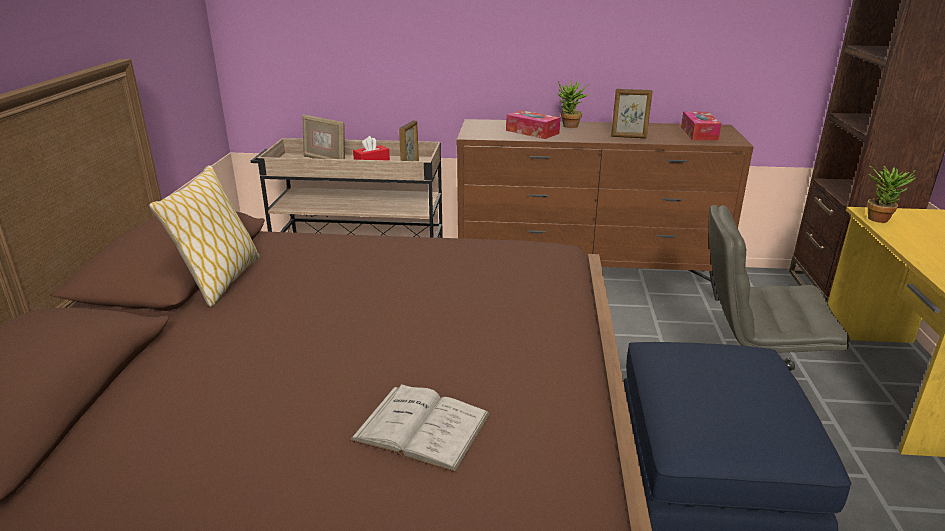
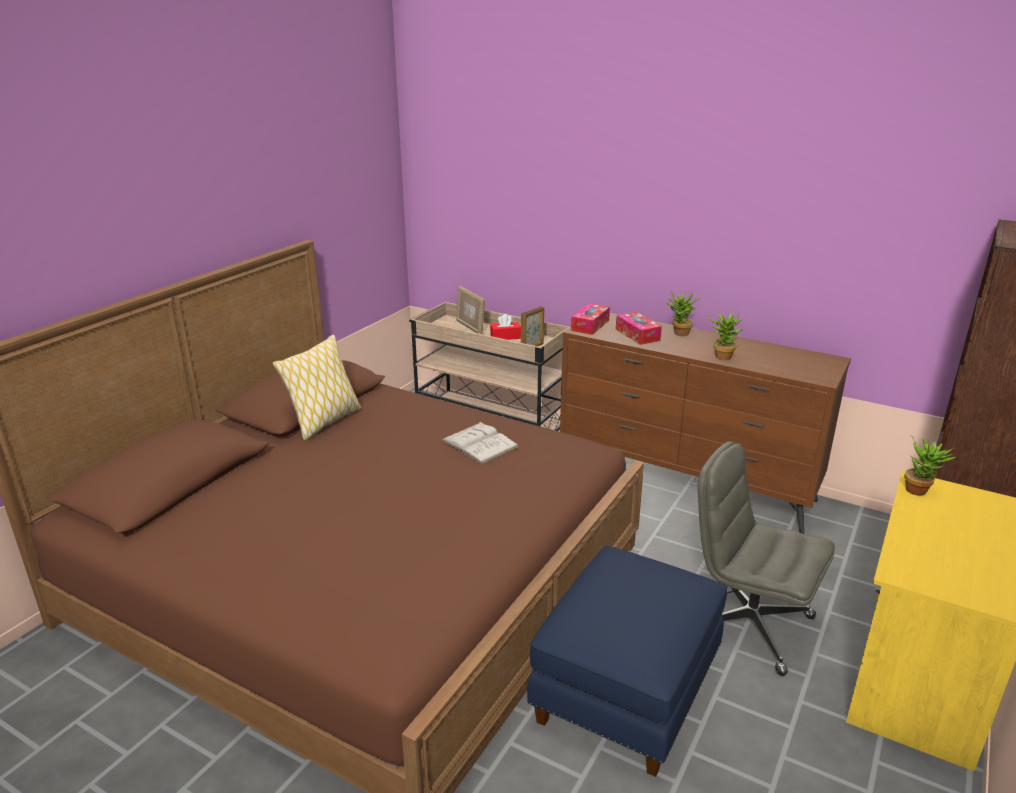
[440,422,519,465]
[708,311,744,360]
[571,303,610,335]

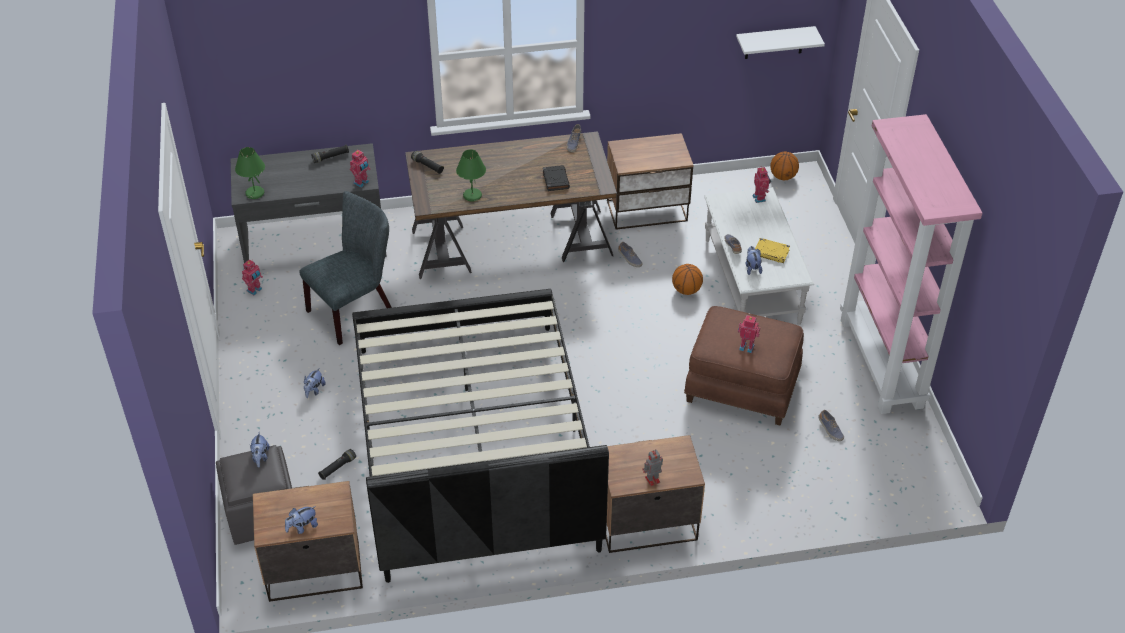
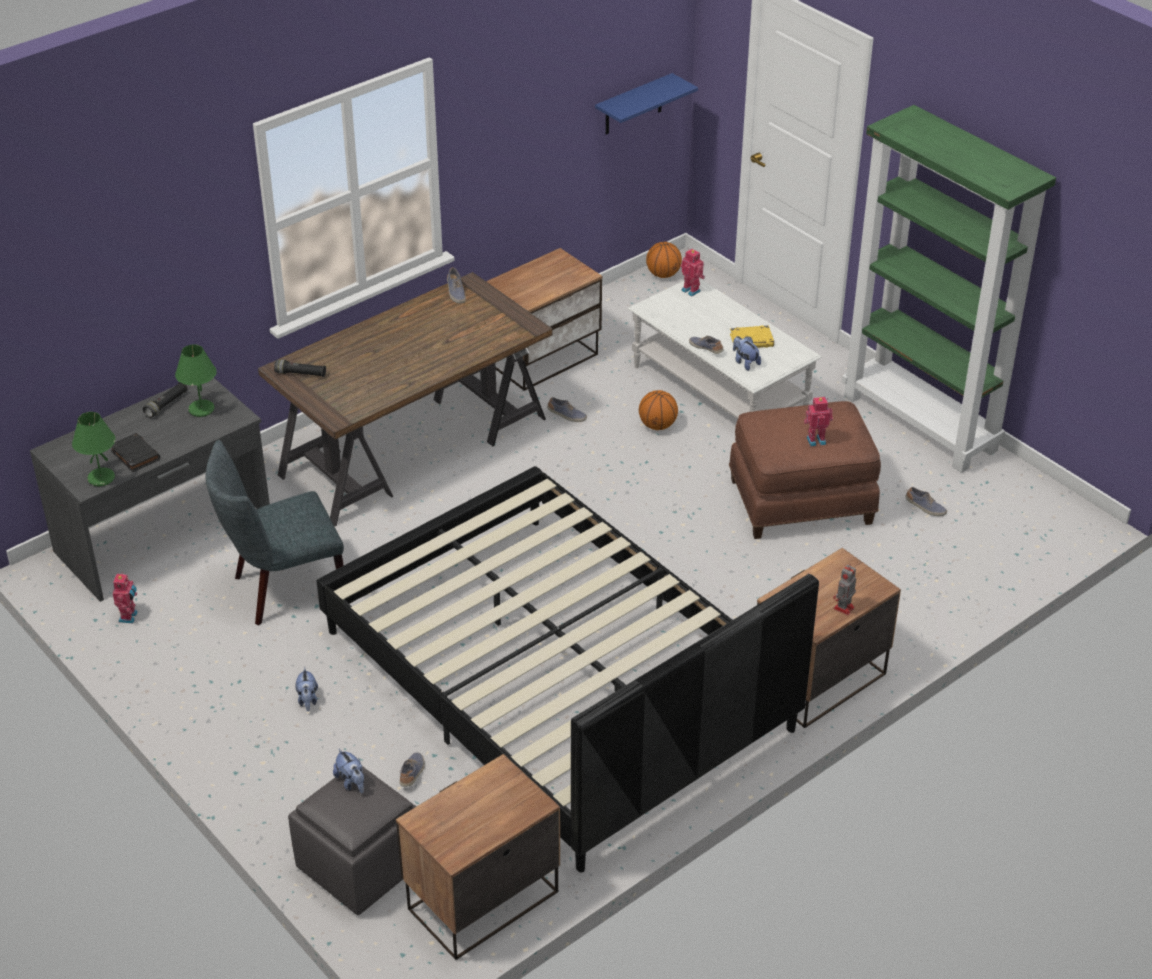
[285,506,318,534] (first image)
[206,440,344,625]
[400,752,425,787]
[350,150,370,188] (first image)
[175,344,217,417]
[111,433,160,472]
[595,73,698,135]
[842,105,1056,473]

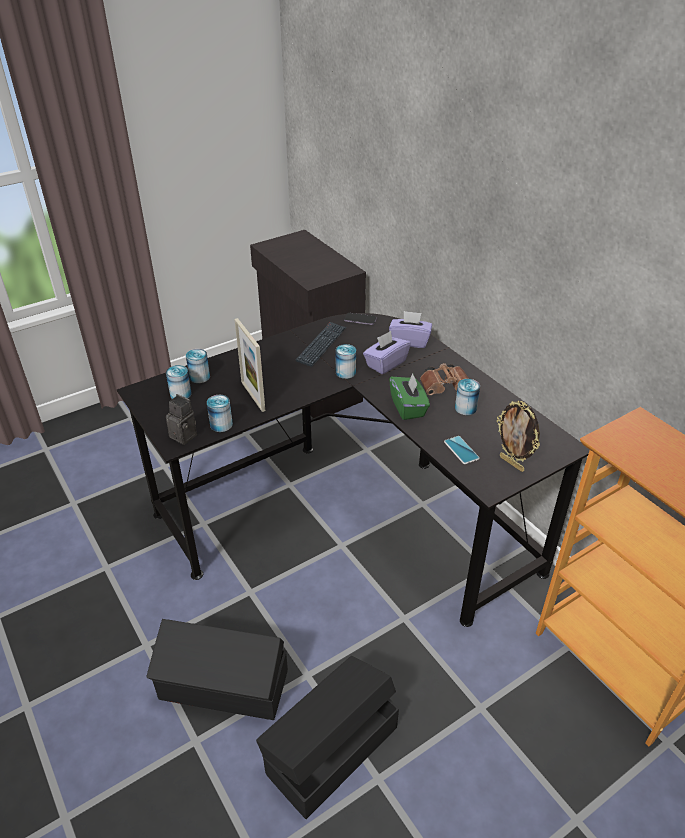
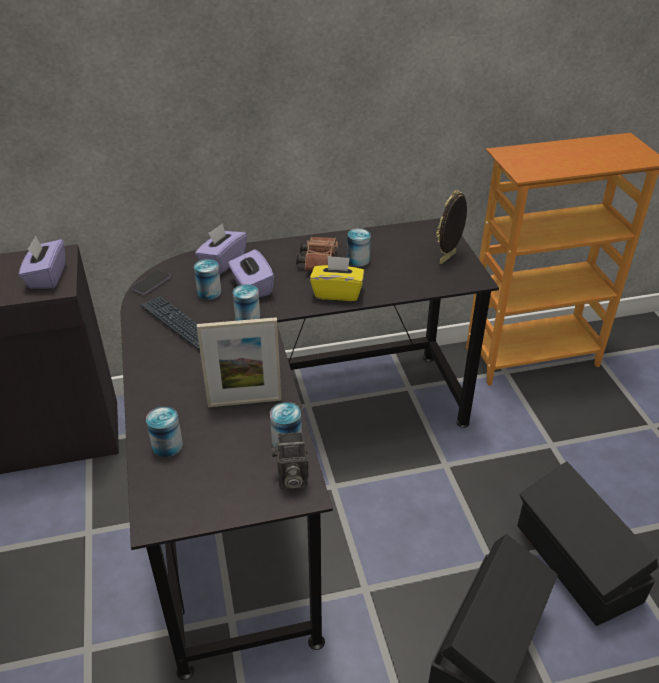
[194,259,221,300]
[272,432,309,489]
[310,256,364,301]
[444,436,480,464] (first image)
[436,190,467,264]
[19,236,65,289]

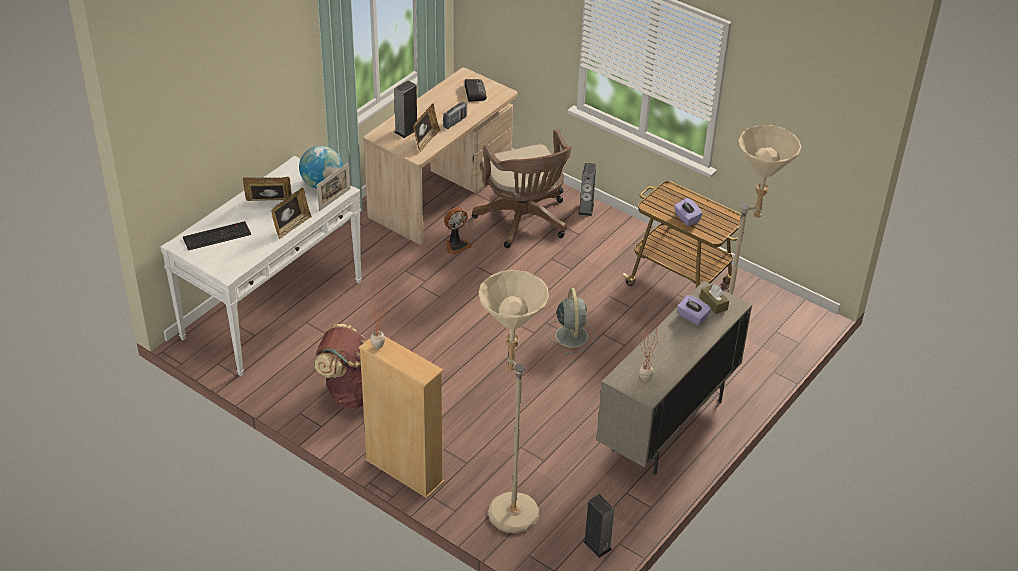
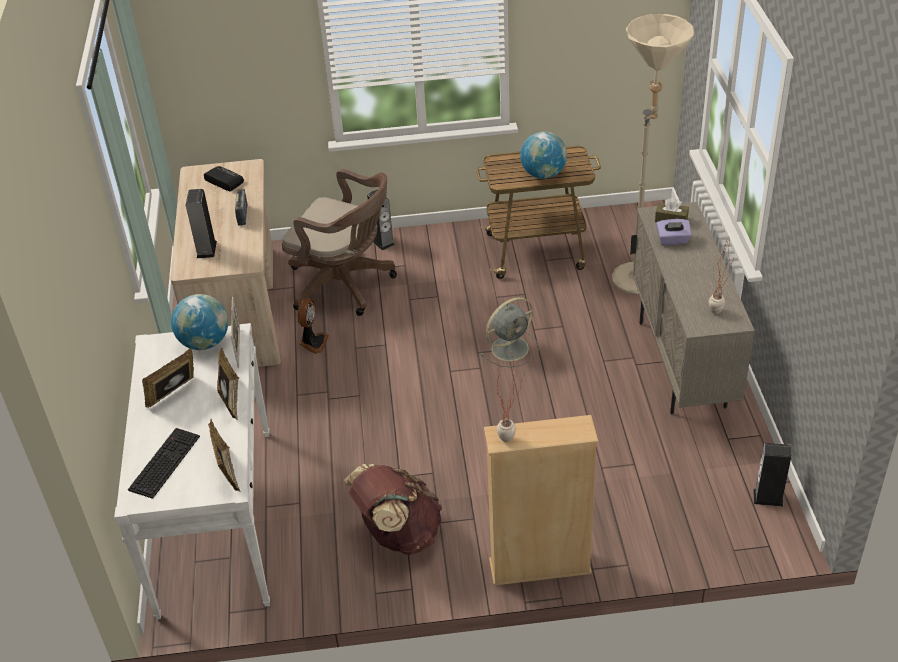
[208,419,241,492]
[479,270,549,533] (first image)
[481,297,539,367]
[520,132,567,179]

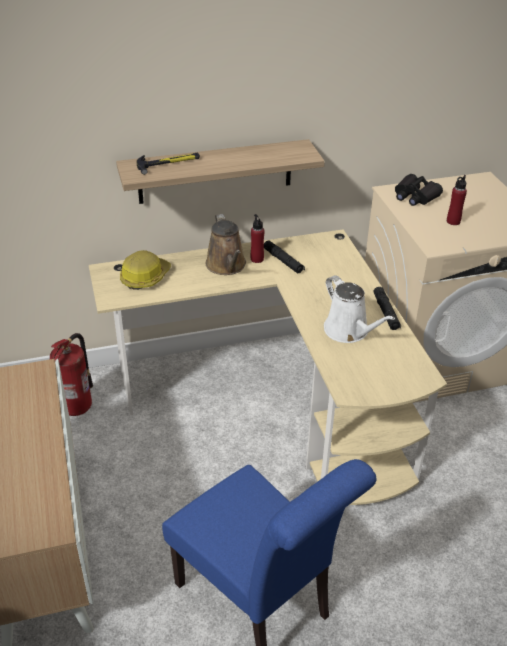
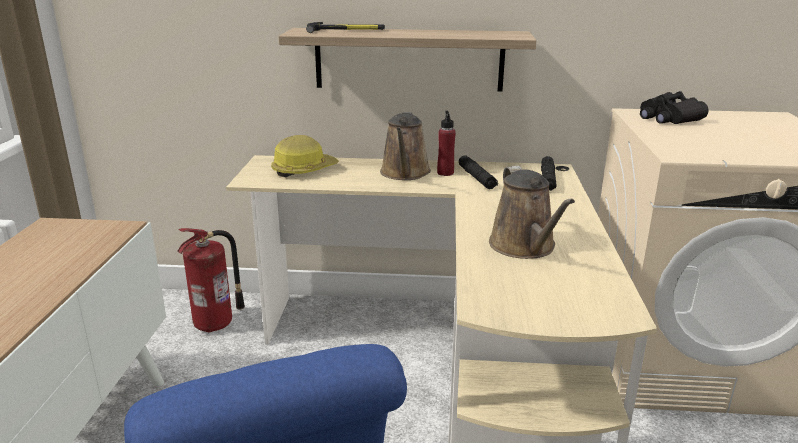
[489,166,575,259]
[541,156,557,191]
[447,175,467,225] (first image)

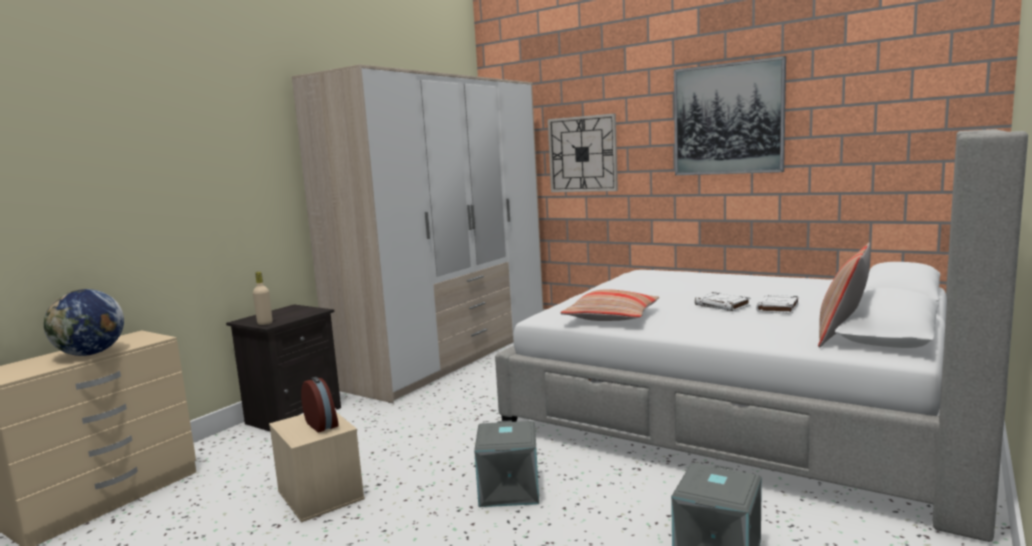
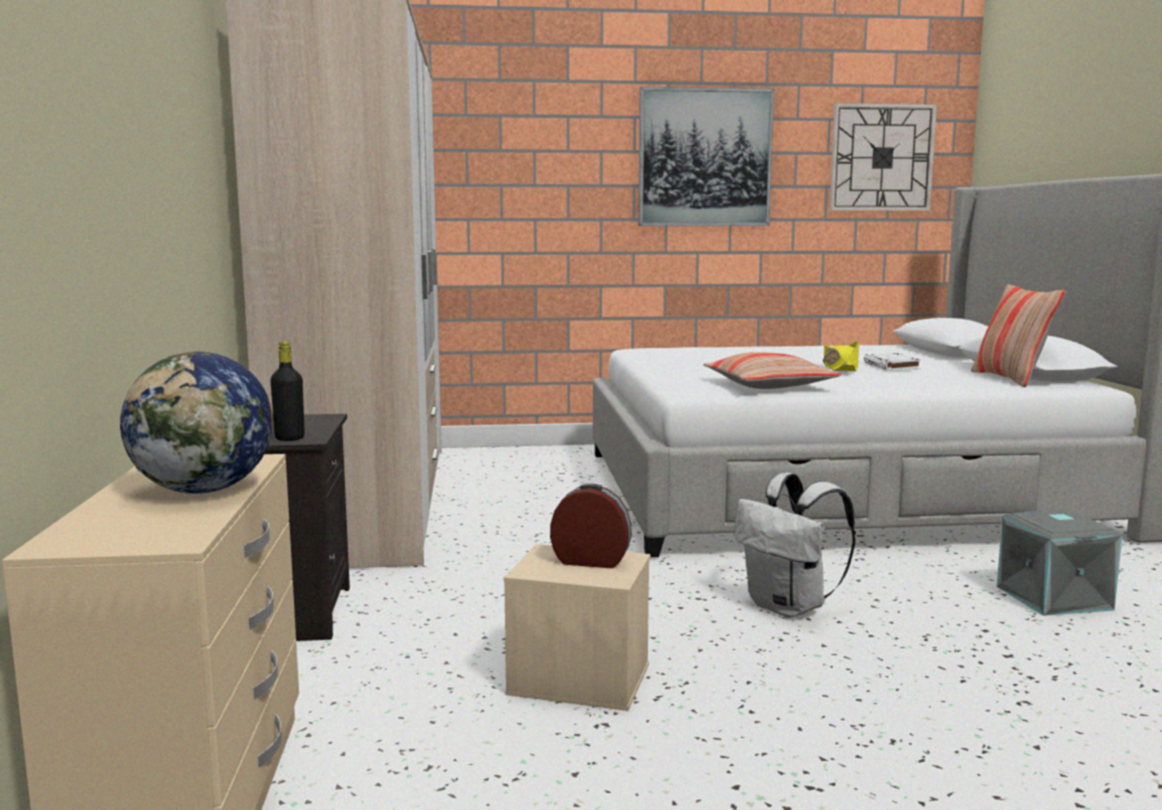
[270,341,305,441]
[734,473,856,618]
[829,103,937,211]
[823,341,859,371]

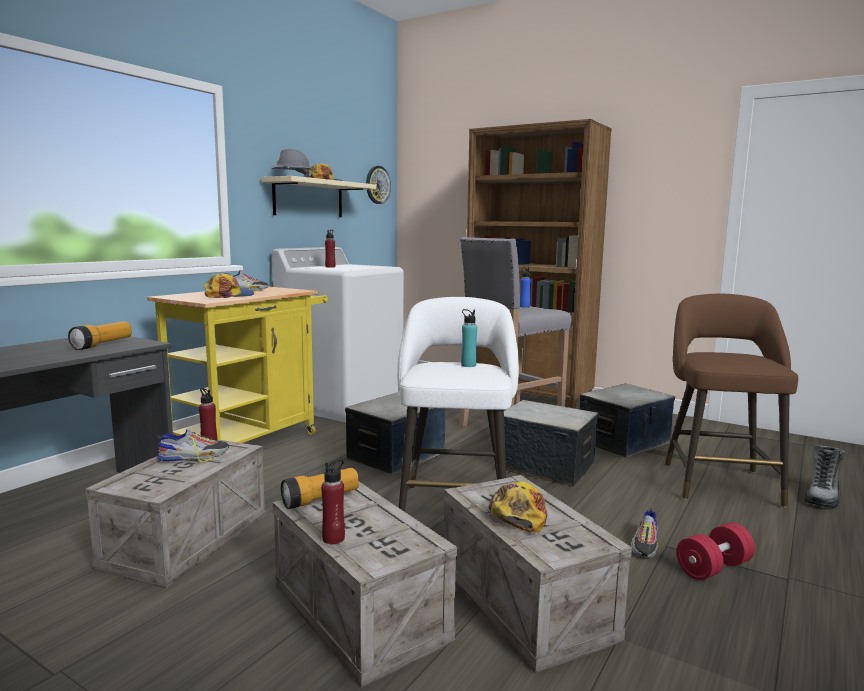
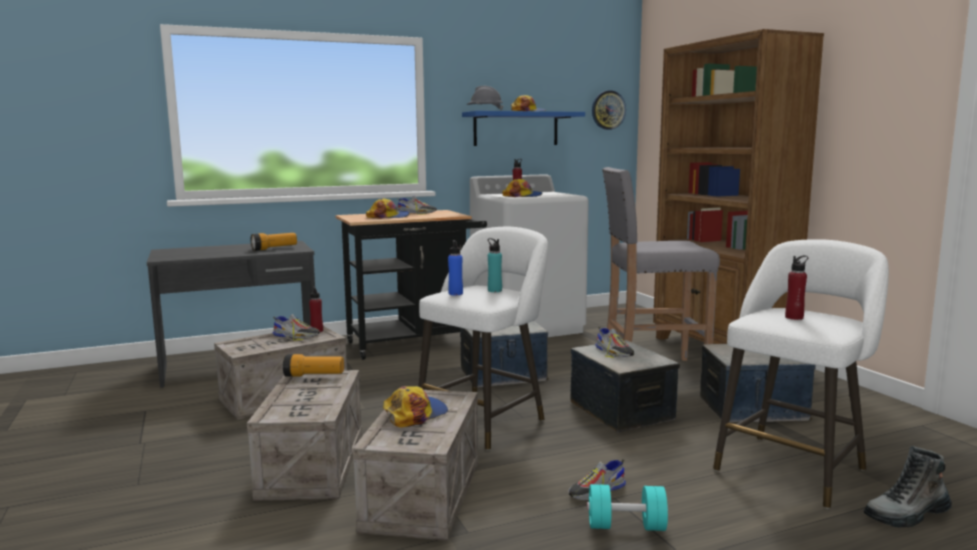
[336,210,487,360]
[462,111,585,146]
[785,255,808,320]
[448,240,463,295]
[713,239,889,509]
[587,484,668,531]
[502,179,543,197]
[595,327,635,358]

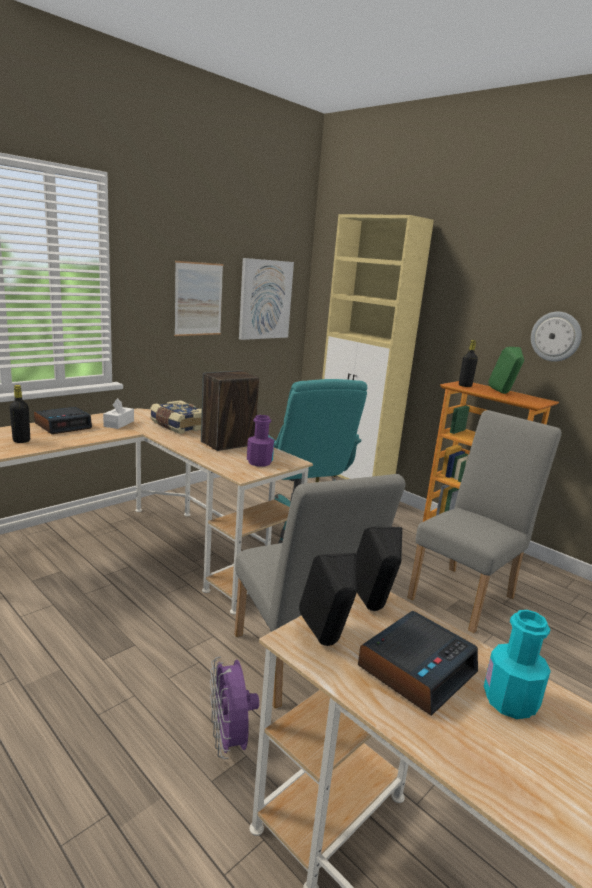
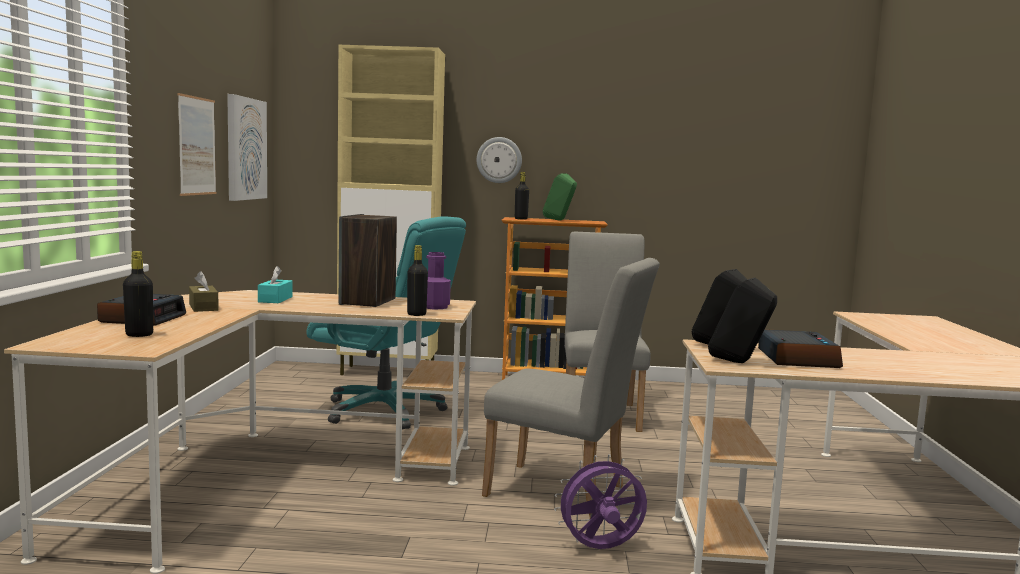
[189,271,219,312]
[258,266,293,303]
[554,455,647,549]
[484,610,551,719] (first image)
[477,137,522,183]
[407,245,428,316]

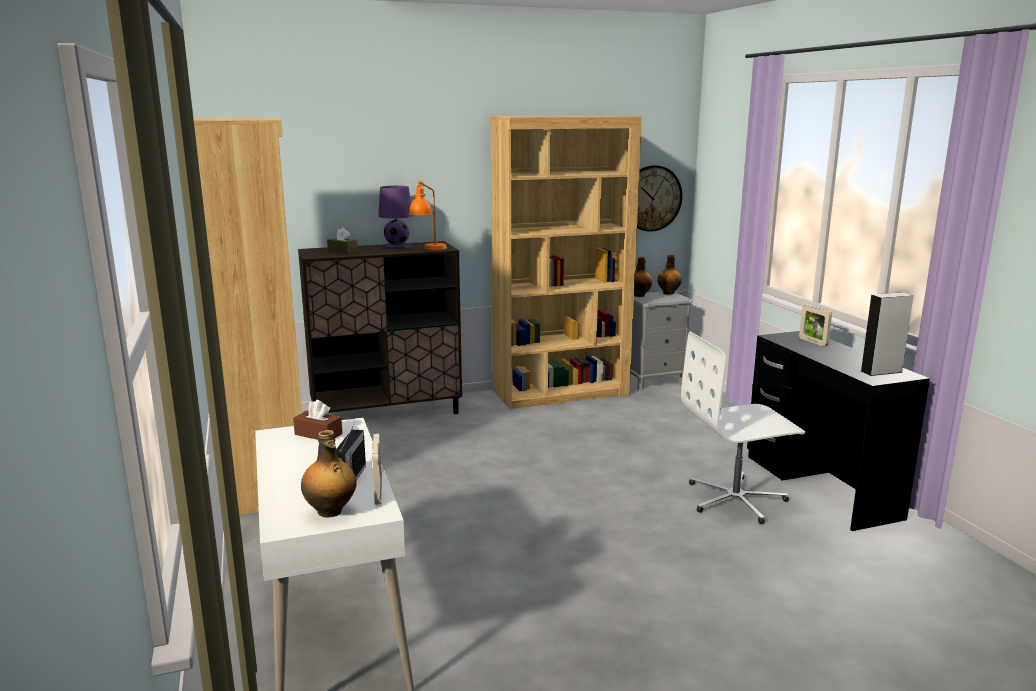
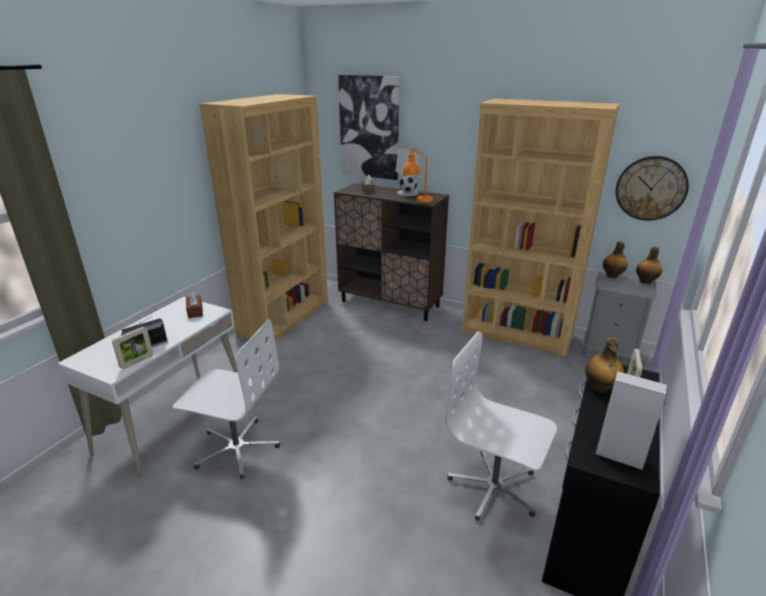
[585,338,624,393]
[396,148,421,196]
[173,319,280,479]
[338,75,399,180]

